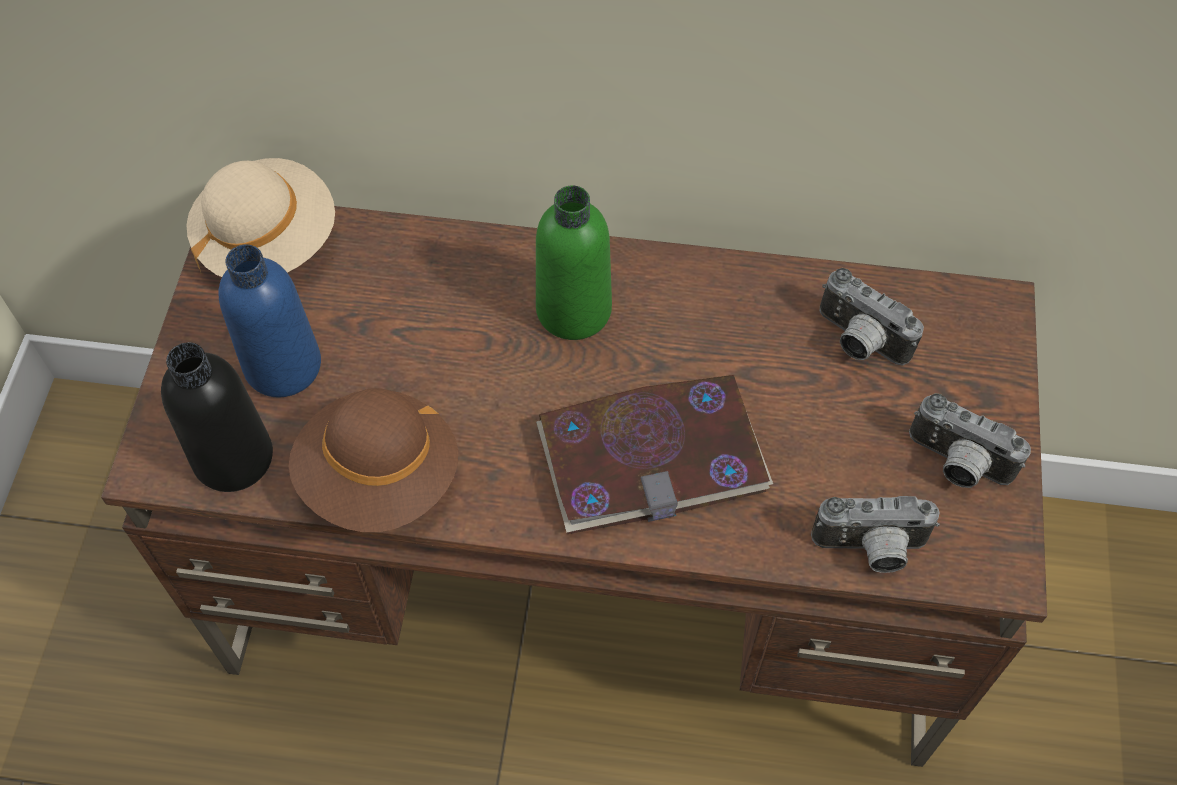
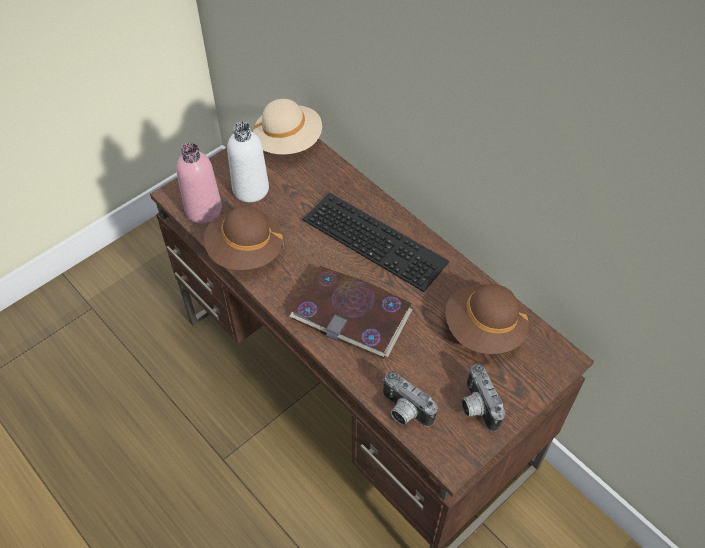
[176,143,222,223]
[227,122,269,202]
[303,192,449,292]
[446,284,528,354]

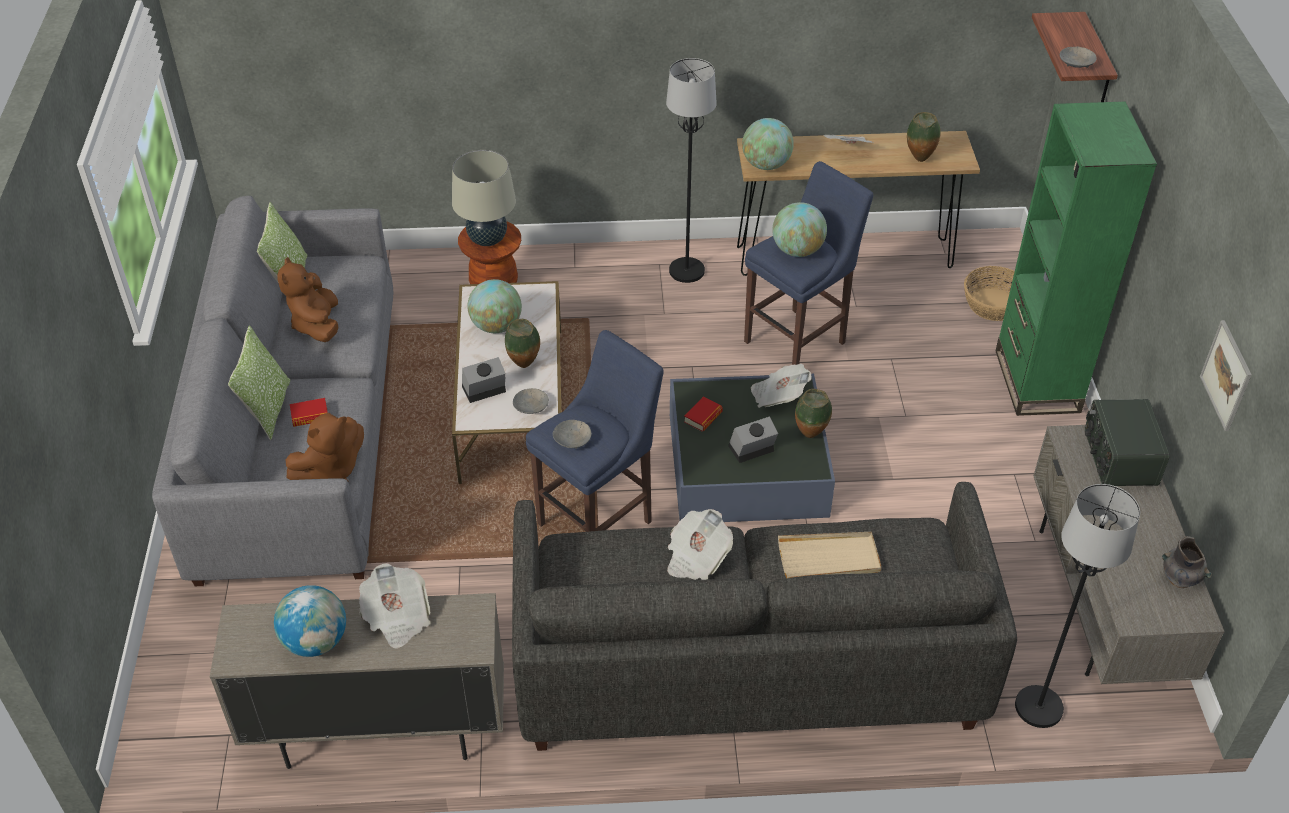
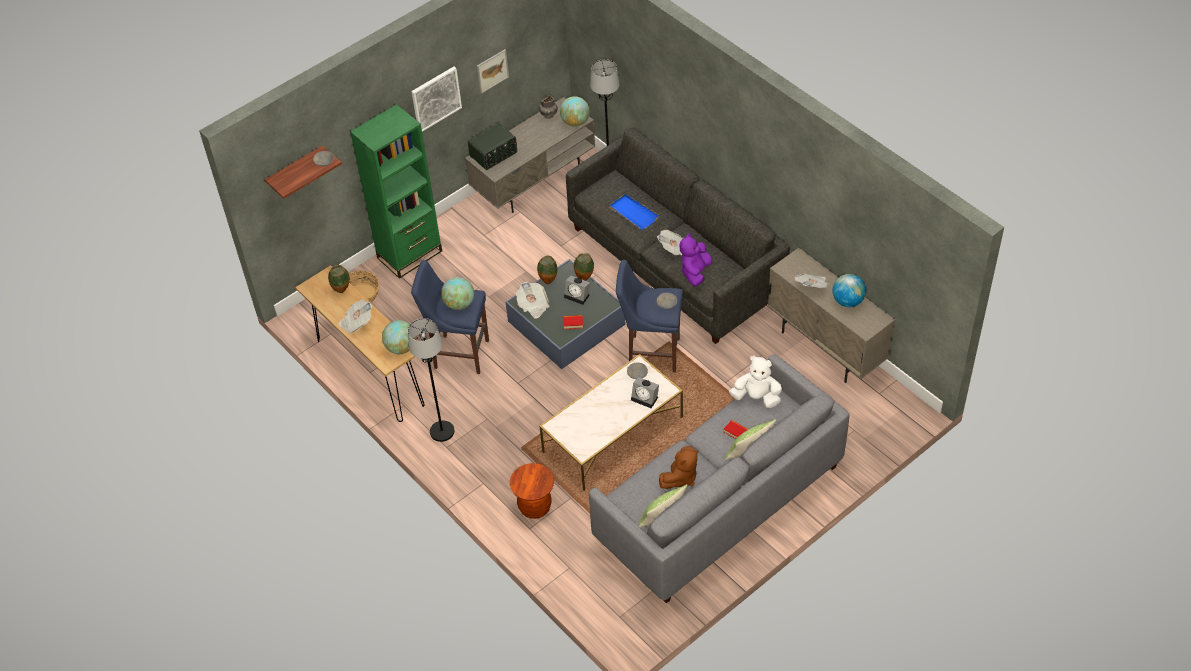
[729,356,782,408]
[452,150,516,246] (first image)
[560,96,590,126]
[574,253,594,281]
[609,194,659,230]
[411,67,462,132]
[679,233,712,286]

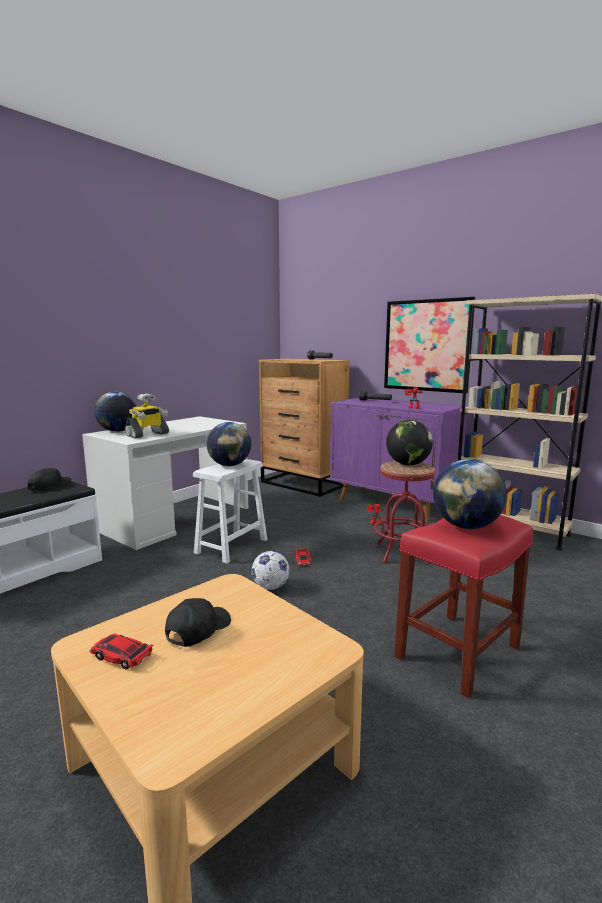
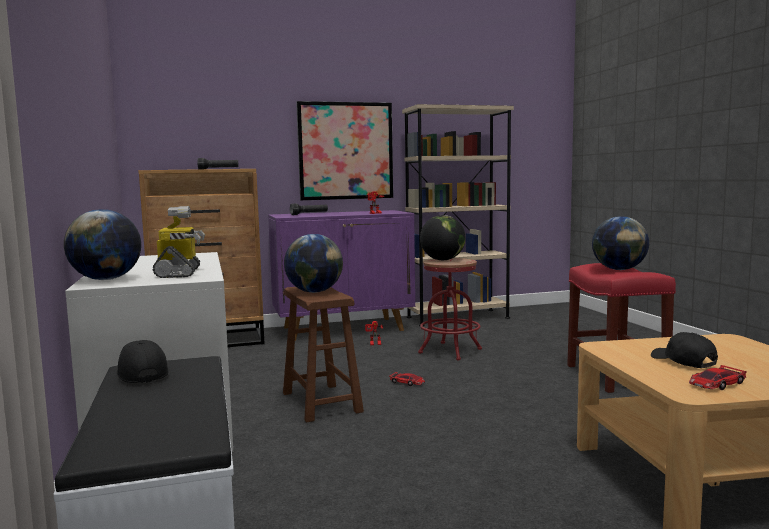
[283,287,364,422]
[252,551,289,590] (first image)

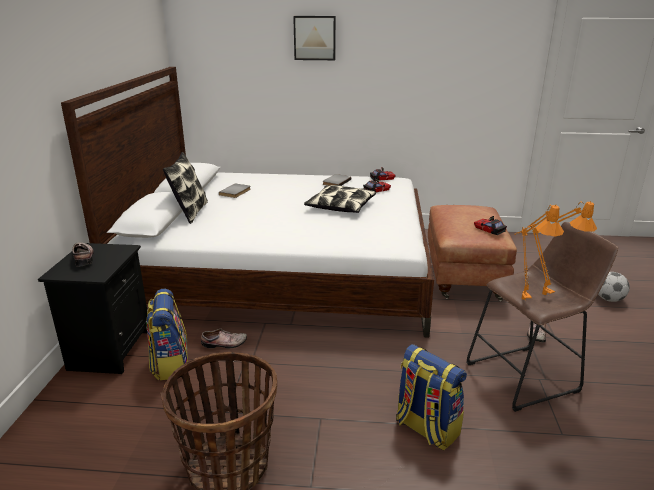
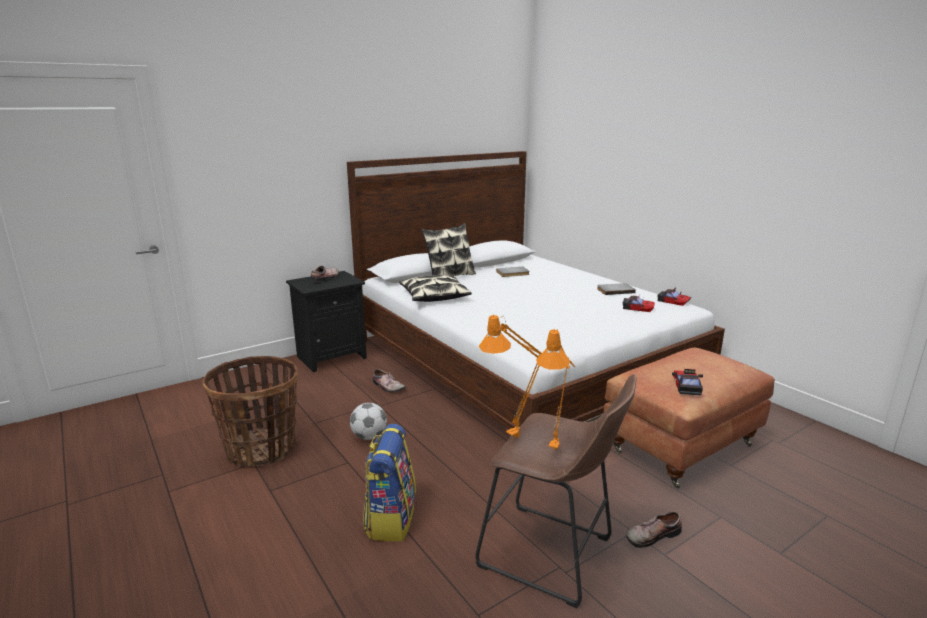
[146,289,188,381] (first image)
[293,16,336,60] (first image)
[399,275,472,302]
[350,403,387,440]

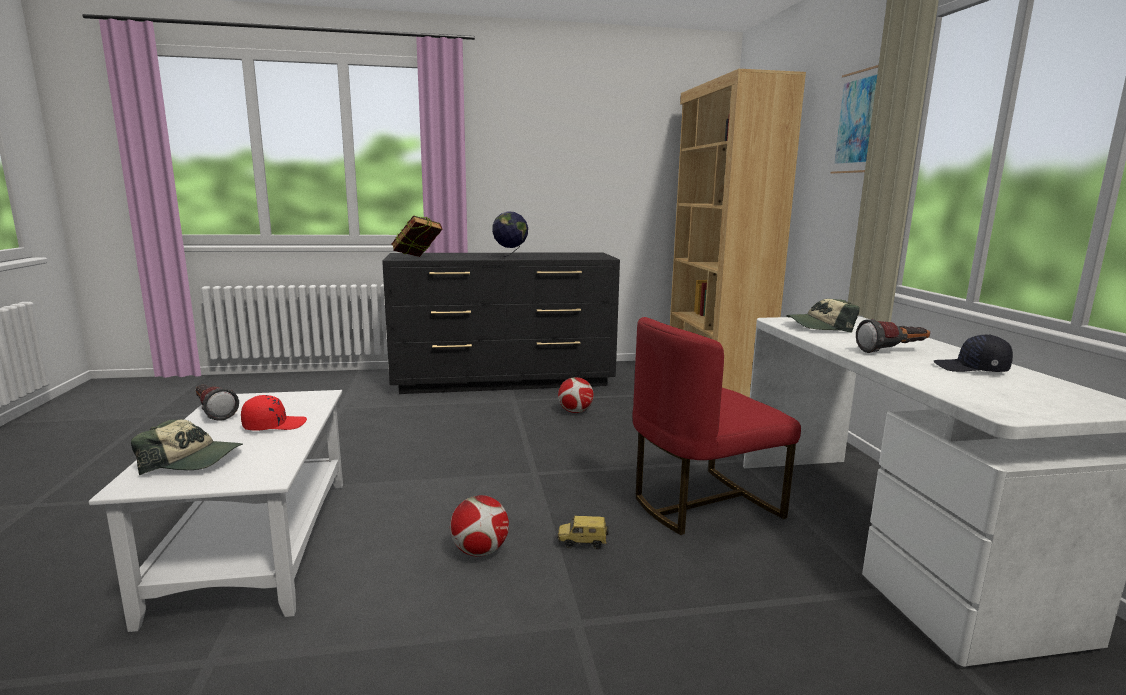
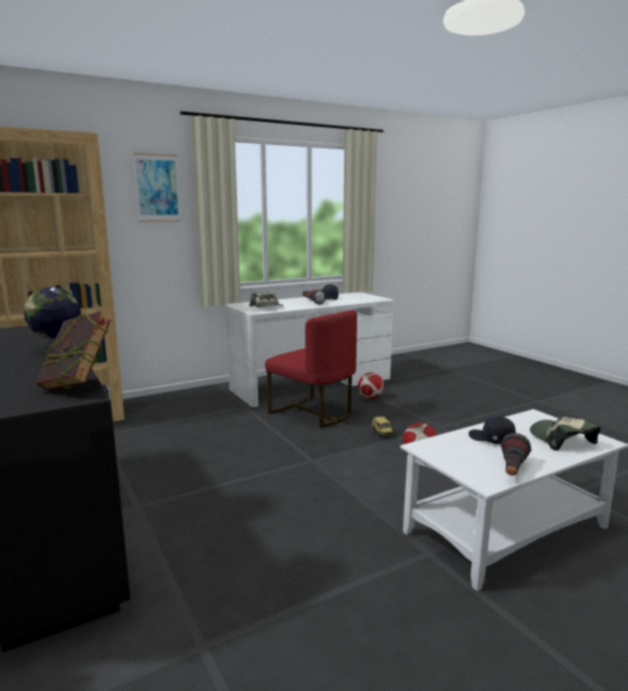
[469,416,516,445]
[358,372,384,399]

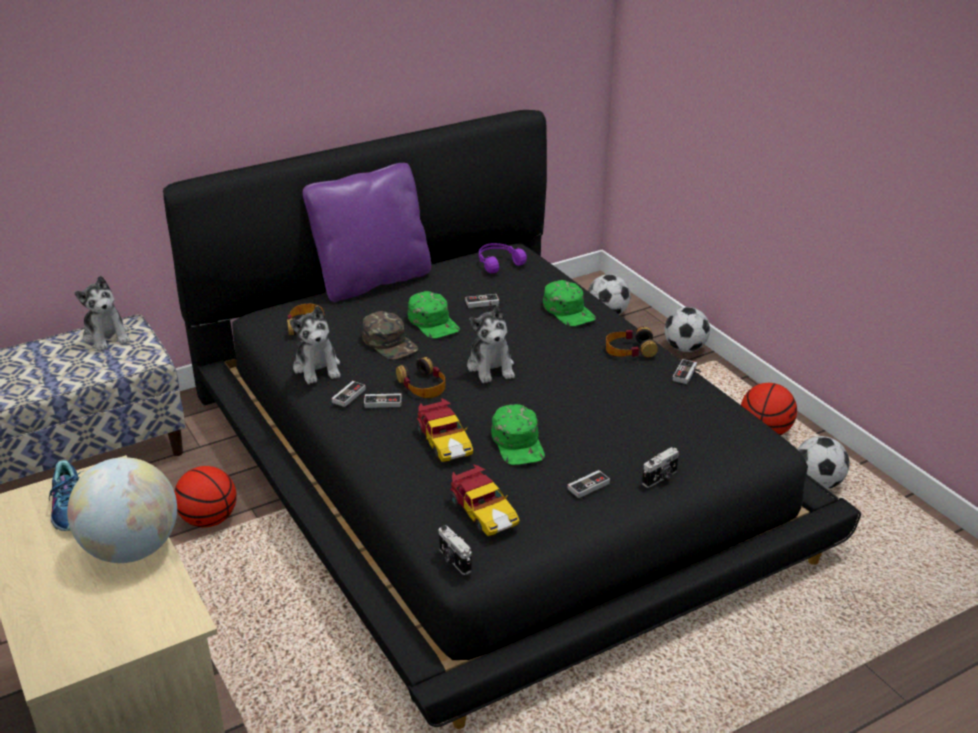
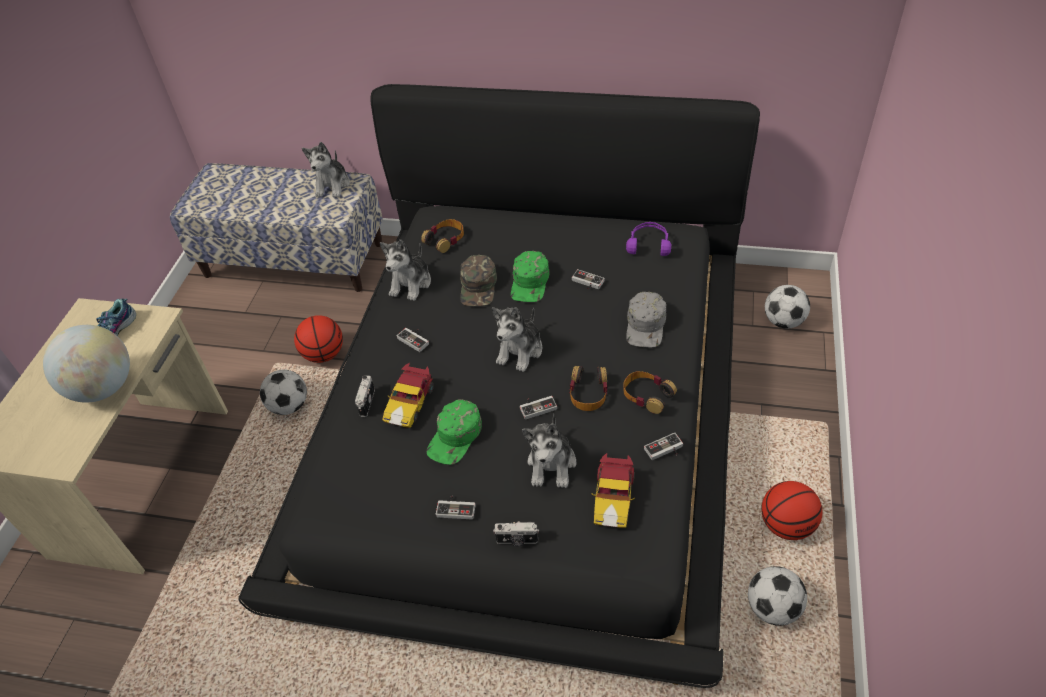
[303,163,431,302] (first image)
[520,396,557,420]
[569,366,607,411]
[355,375,375,417]
[591,453,635,528]
[626,292,666,348]
[260,370,307,415]
[522,414,576,488]

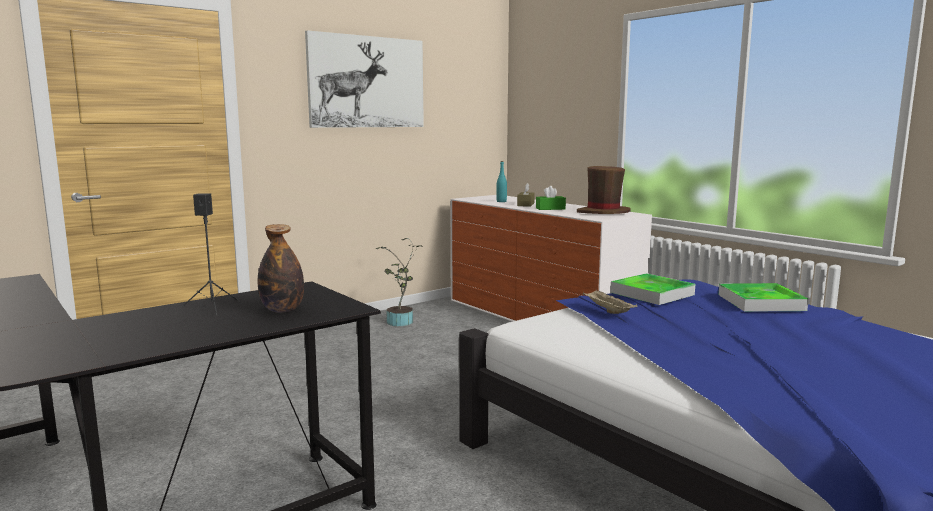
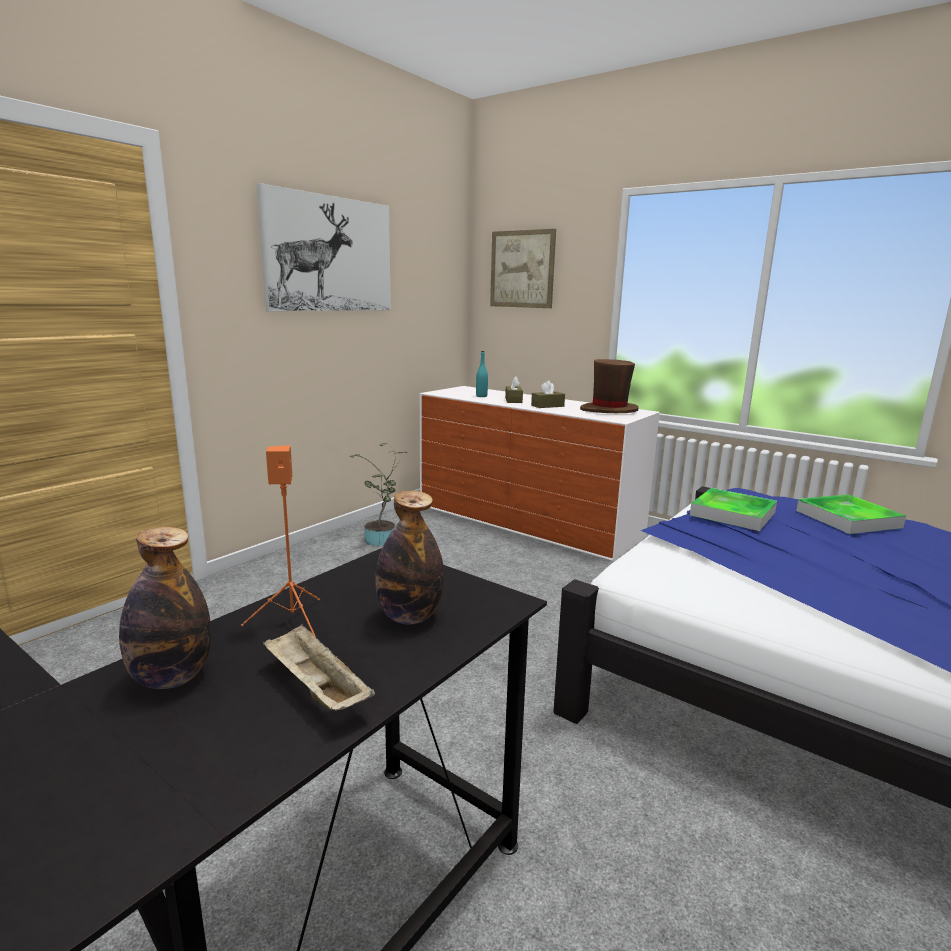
[241,445,320,637]
[531,381,565,408]
[263,624,375,711]
[119,527,211,689]
[490,229,556,308]

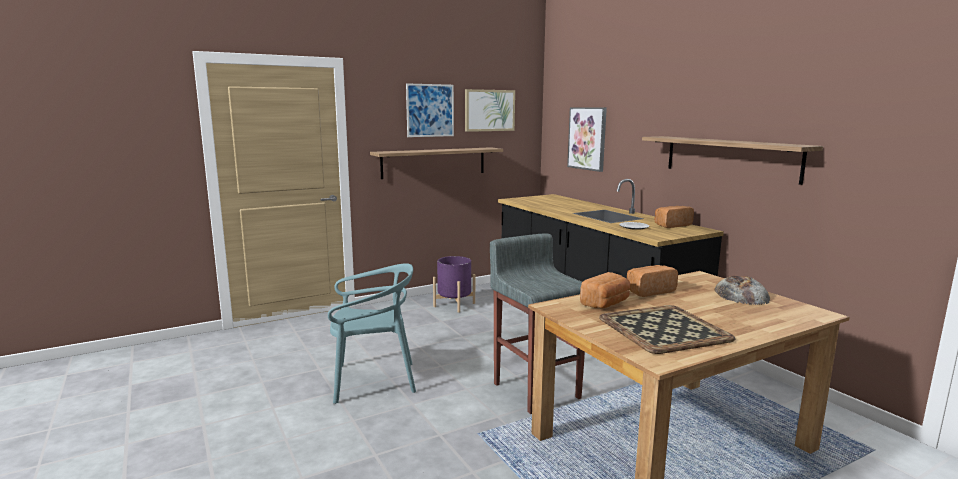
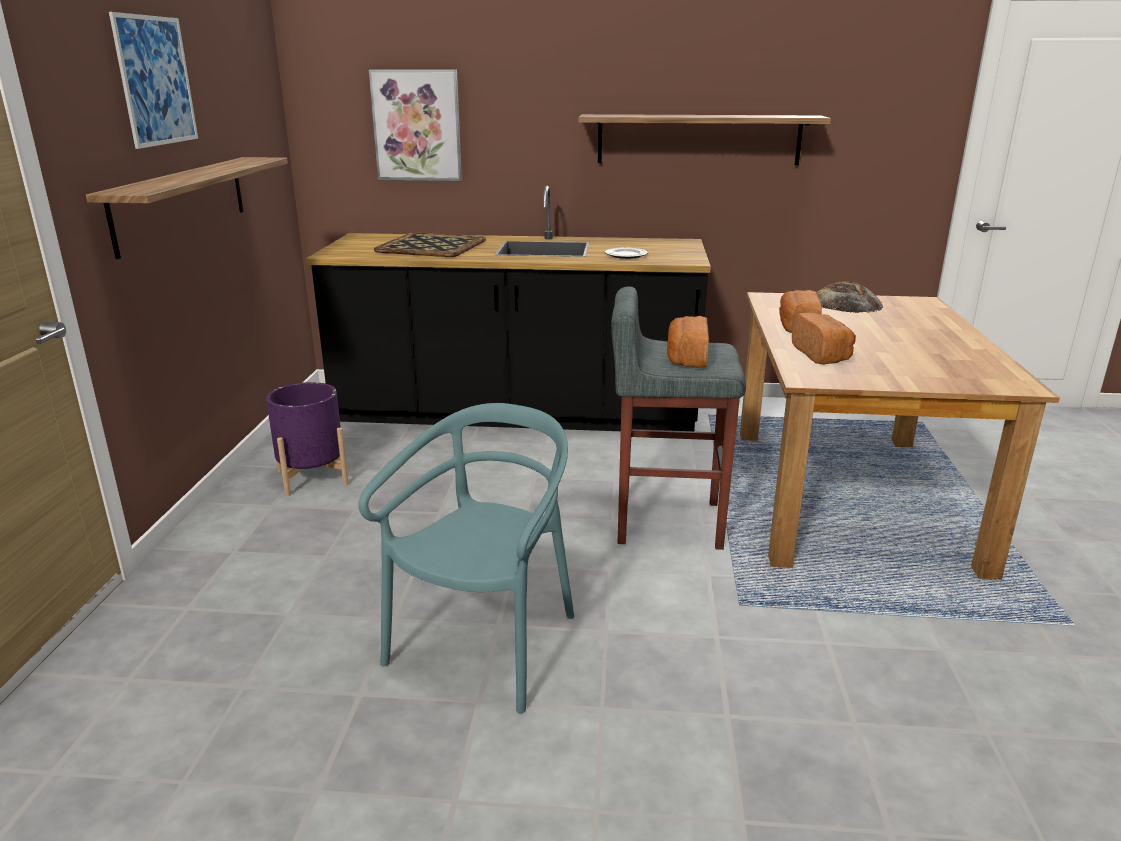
[465,89,515,132] (first image)
[374,233,486,257]
[667,316,709,368]

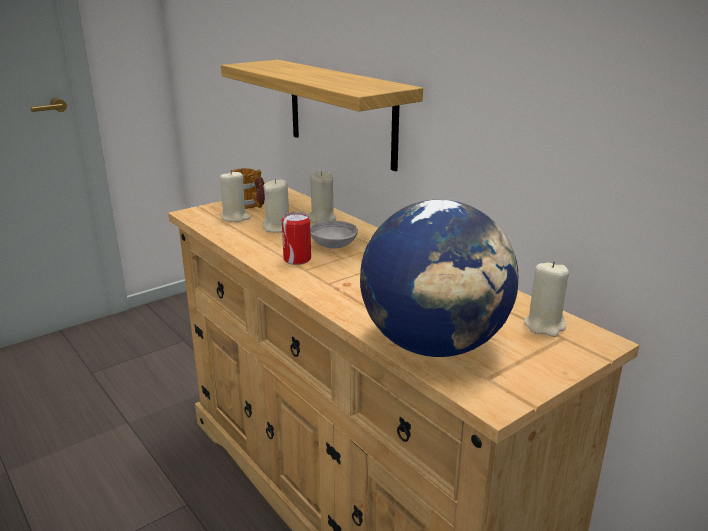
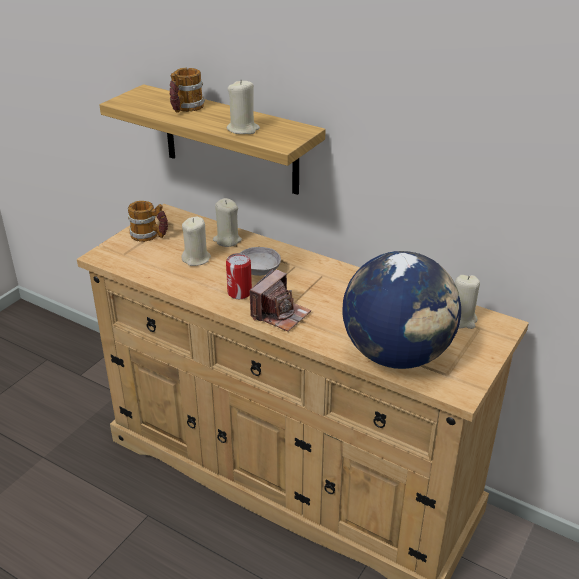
[227,79,260,134]
[170,68,205,113]
[249,269,311,331]

